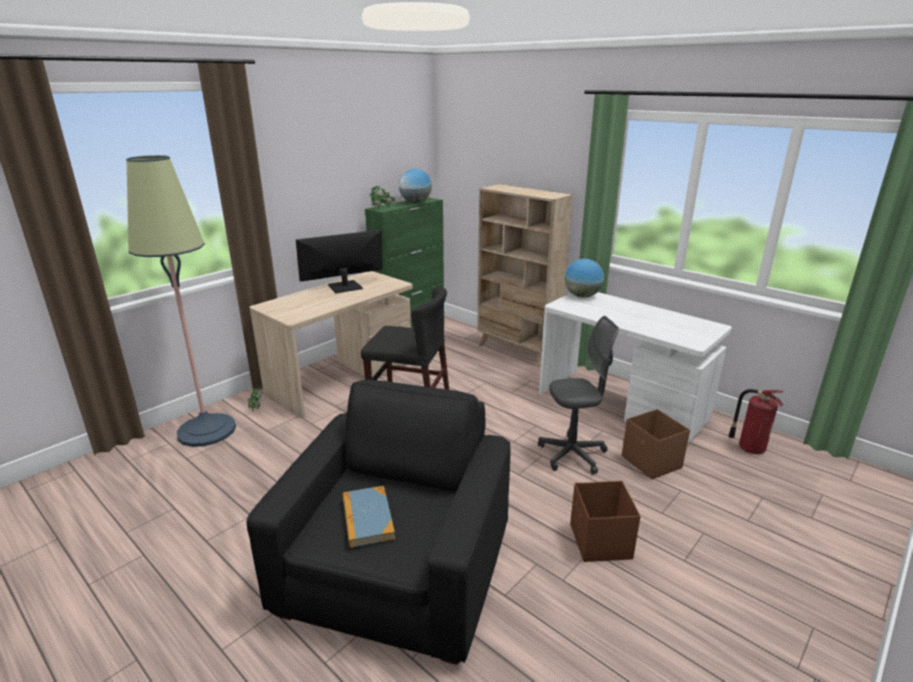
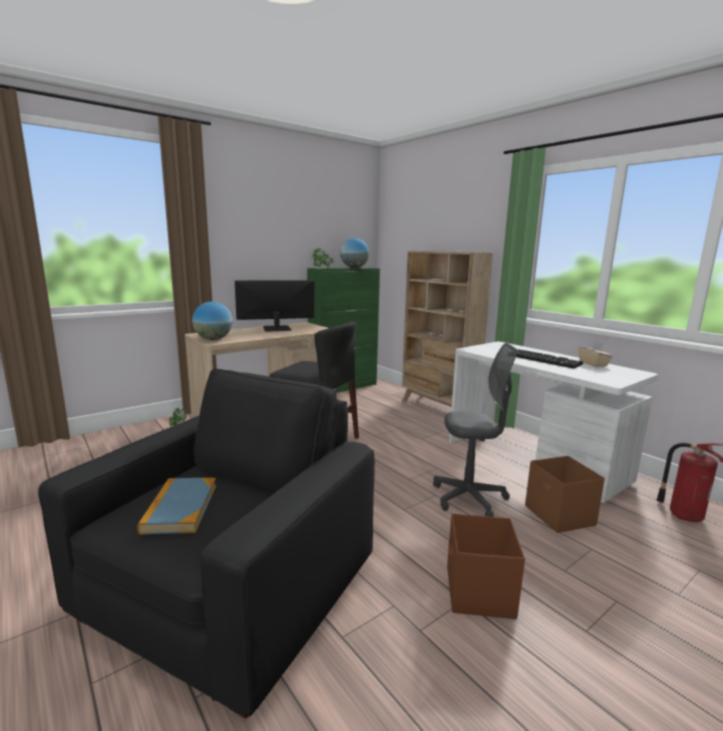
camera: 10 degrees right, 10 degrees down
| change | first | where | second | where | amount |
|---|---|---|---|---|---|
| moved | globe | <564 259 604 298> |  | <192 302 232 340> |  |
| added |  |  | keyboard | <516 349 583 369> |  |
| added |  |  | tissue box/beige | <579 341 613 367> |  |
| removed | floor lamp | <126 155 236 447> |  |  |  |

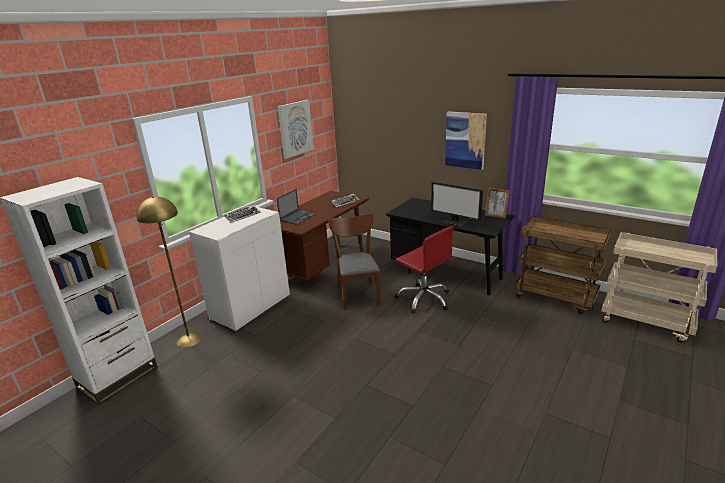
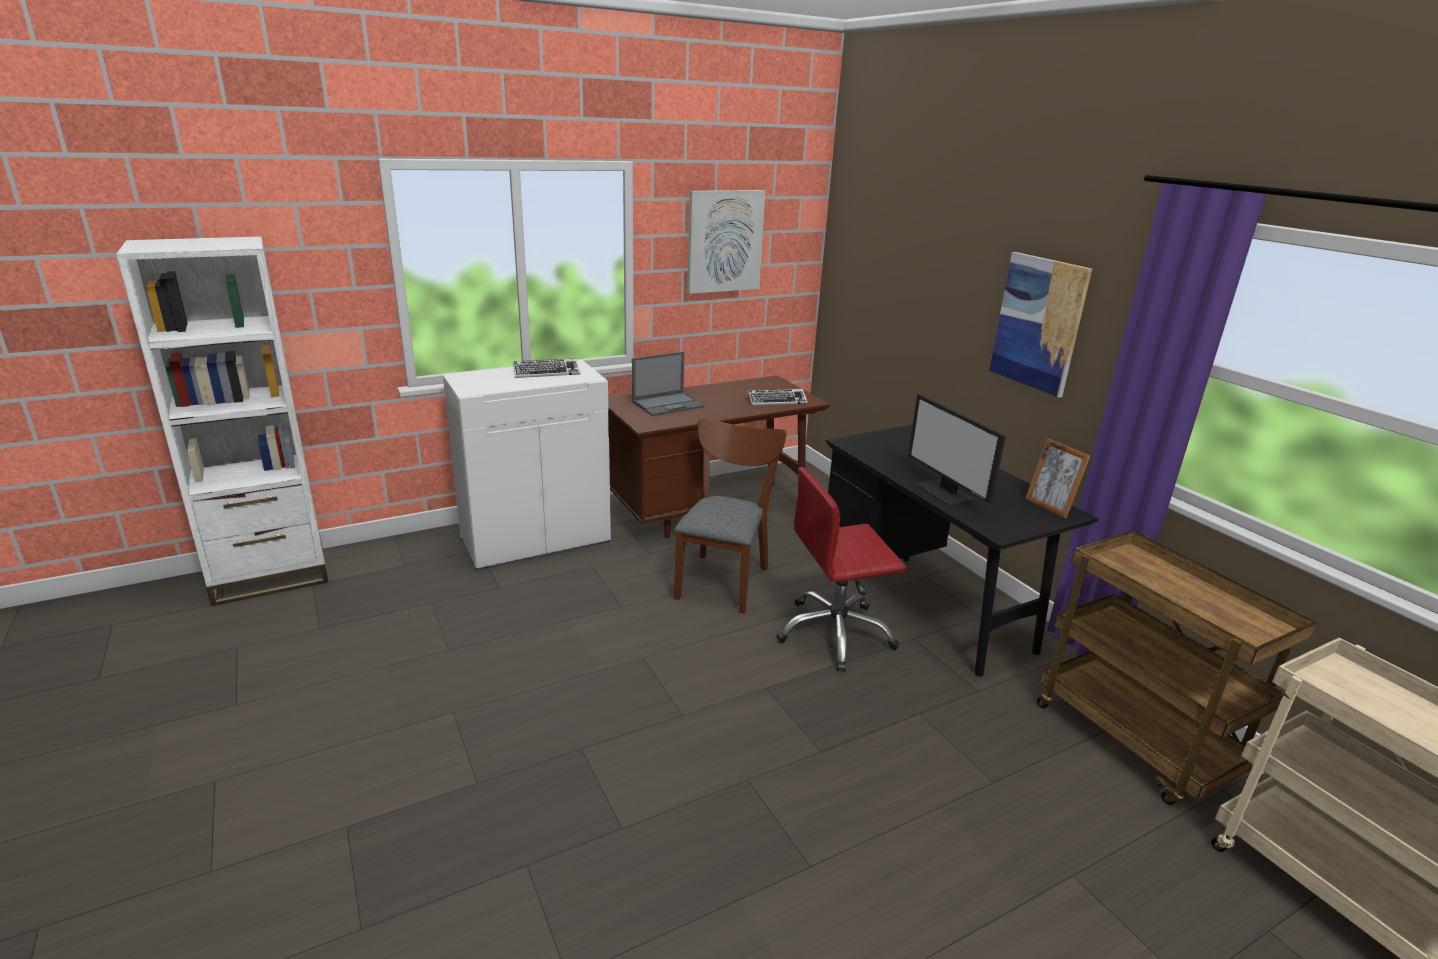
camera: 25 degrees right, 0 degrees up
| change | first | where | second | where | amount |
|---|---|---|---|---|---|
| turned | office chair/red | <395 226 454 314> |  | <776 467 906 672> | 90 degrees clockwise |
| removed | floor lamp/yellow | <136 197 202 348> |  |  |  |

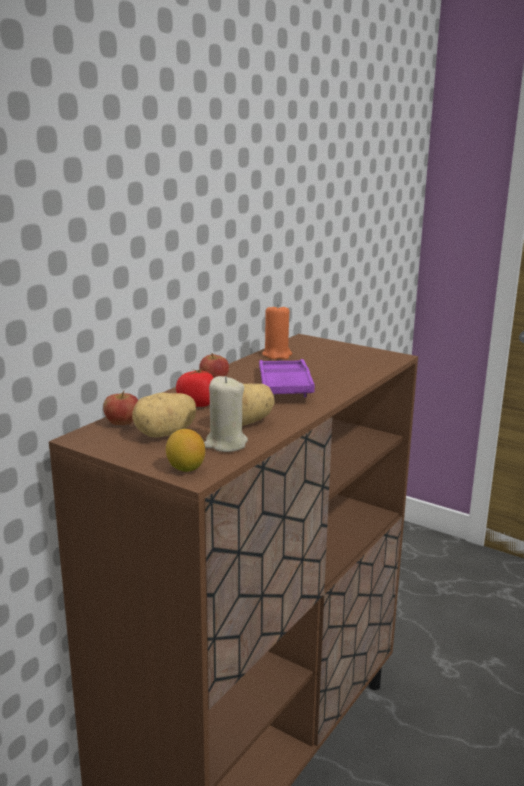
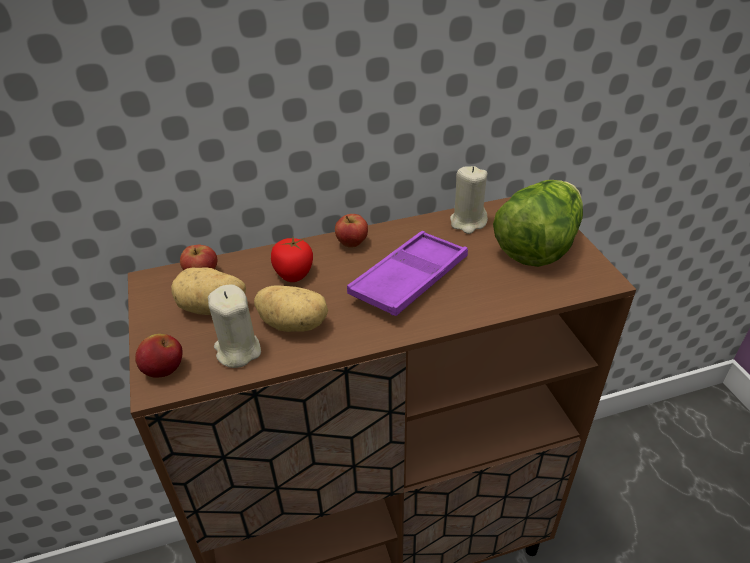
camera: 40 degrees right, 20 degrees up
| change | first | where | second | where | amount |
|---|---|---|---|---|---|
| replaced | lemon | <166 429 205 472> | apple | <135 334 183 378> |  |
| recoloured | candle/orange | <262 304 292 359> | candle/beige | <450 166 488 234> |  |
| added |  |  | lettuce | <493 180 583 267> |  |

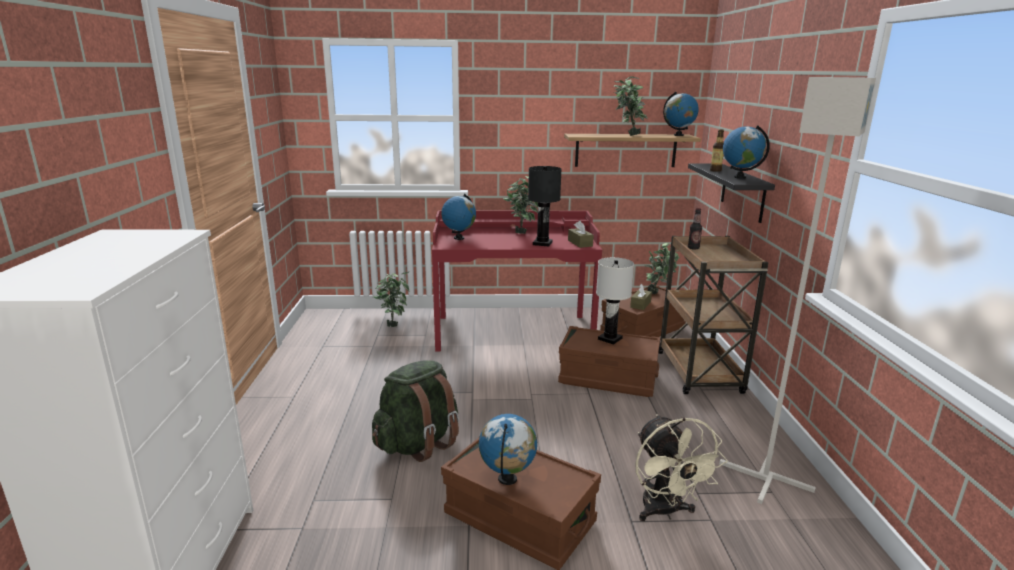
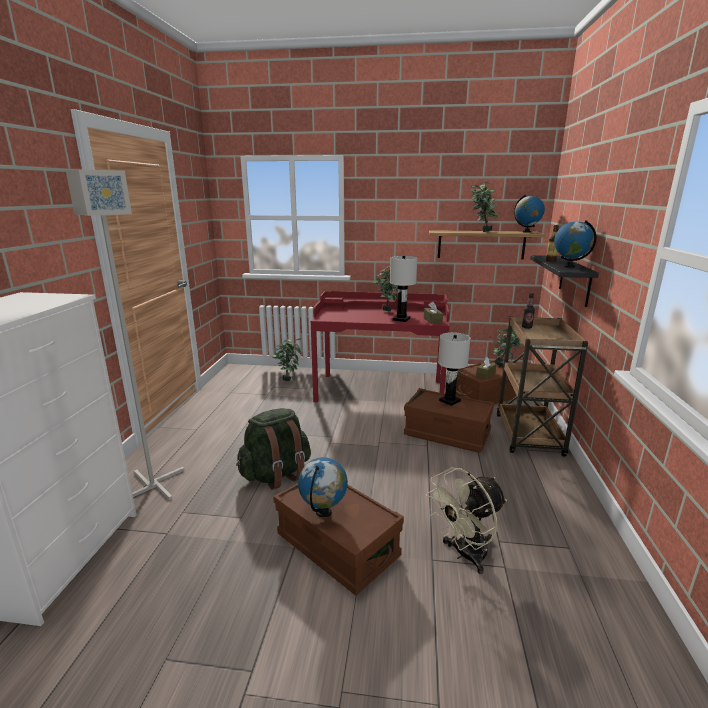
camera: 10 degrees right, 0 degrees up
| change | first | where | second | where | amount |
|---|---|---|---|---|---|
| moved | floor lamp/grey | <719 77 876 504> |  | <66 169 184 500> |  |
| recoloured | table lamp/black | <528 166 562 247> | table lamp/white | <390 256 417 322> |  |
| turned | fan/beige | <635 414 728 521> |  | <426 467 507 574> | 60 degrees clockwise |
| removed | globe | <441 194 476 240> |  |  |  |

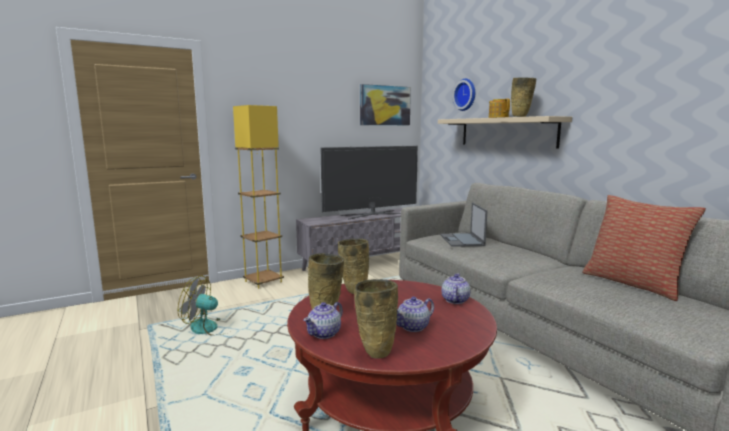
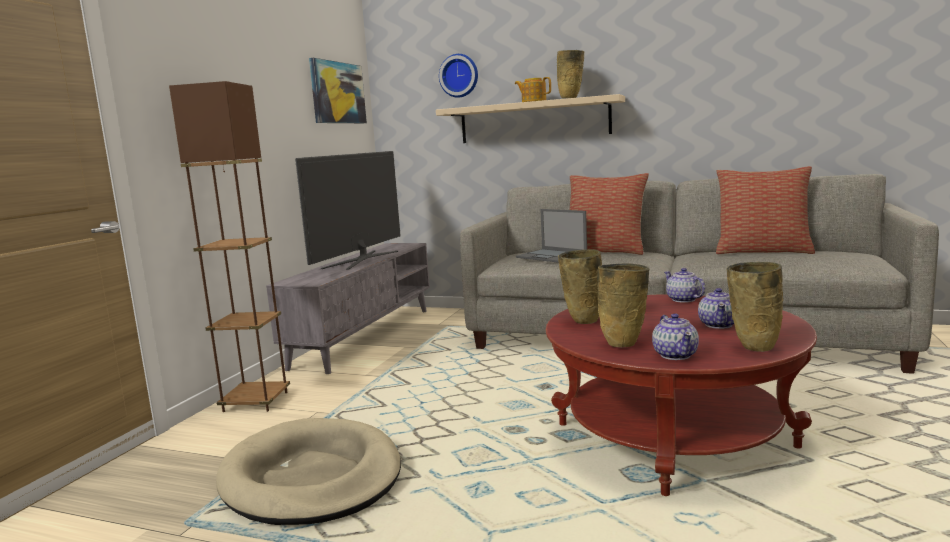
camera: 40 degrees left, 0 degrees up
| change | first | where | second | where | amount |
|---|---|---|---|---|---|
| recoloured | floor lamp/yellow | <233 105 284 289> | floor lamp/brown | <169 81 290 412> |  |
| replaced | fan | <178 275 226 335> | dog bed/beige | <216 418 401 525> |  |
| added |  |  | pillow | <570 173 649 255> |  |

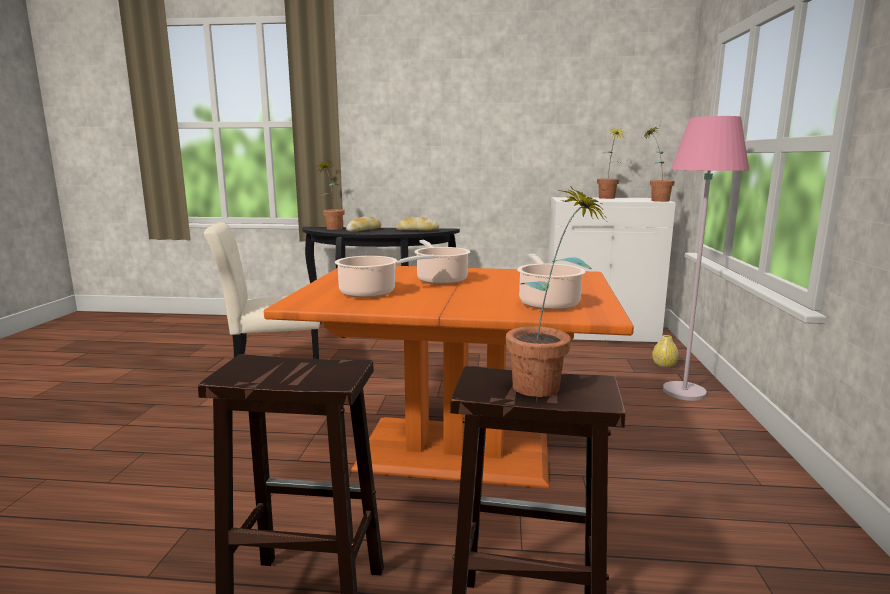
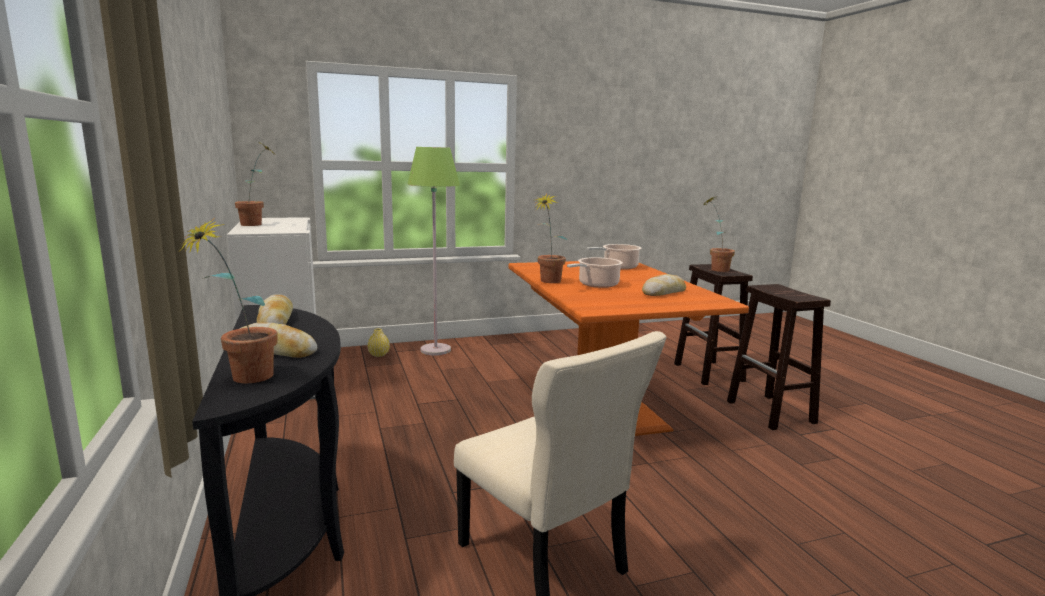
camera: 115 degrees left, 0 degrees up
| change | first | where | second | where | amount |
|---|---|---|---|---|---|
| recoloured | floor lamp/pink | <663 116 749 401> | floor lamp/green | <407 147 460 355> |  |
| moved | potted plant | <642 127 675 202> |  | <536 193 568 283> |  |
| replaced | cooking pot | <335 255 435 298> | bread | <642 274 686 296> |  |

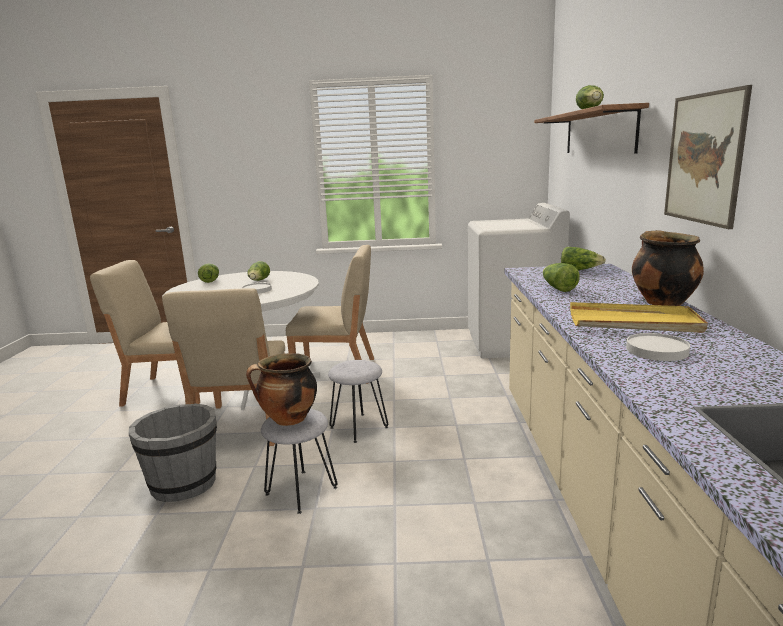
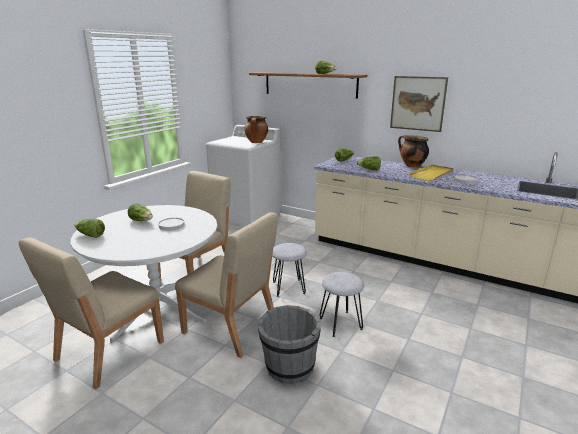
camera: 60 degrees left, 5 degrees up
| change | first | where | second | where | amount |
|---|---|---|---|---|---|
| moved | cooking pot | <246 353 317 426> |  | <244 116 268 143> |  |

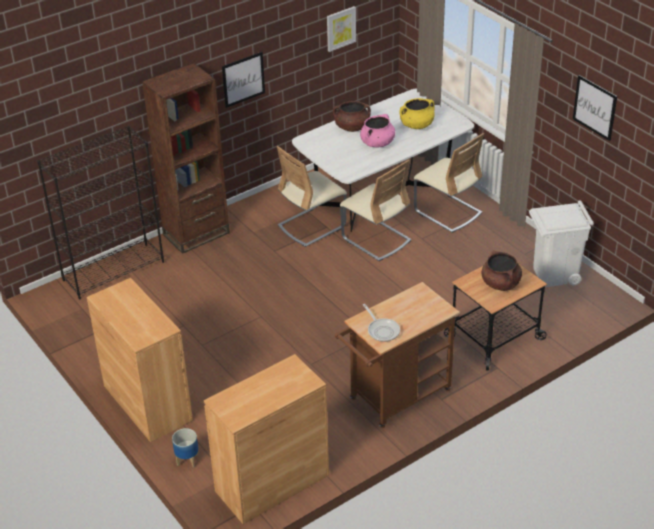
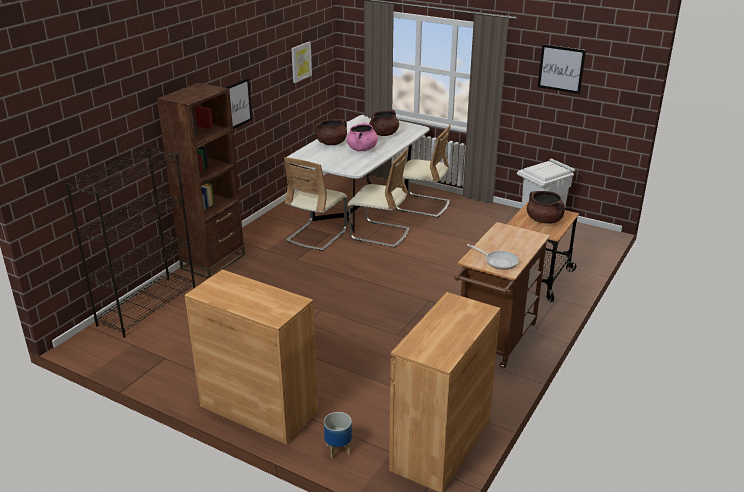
camera: 25 degrees left, 10 degrees down
| change | first | where | second | where | amount |
|---|---|---|---|---|---|
| recoloured | cooking pot/yellow | <399 98 435 129> | cooking pot/brown | <369 110 399 136> |  |

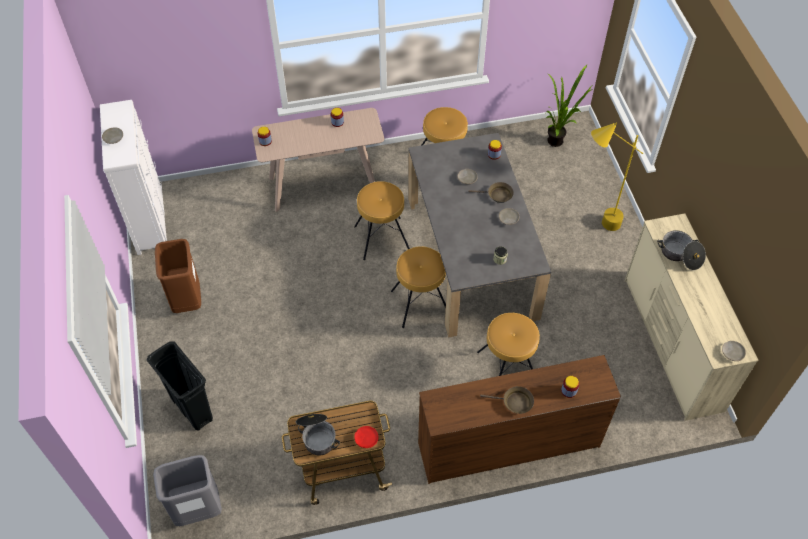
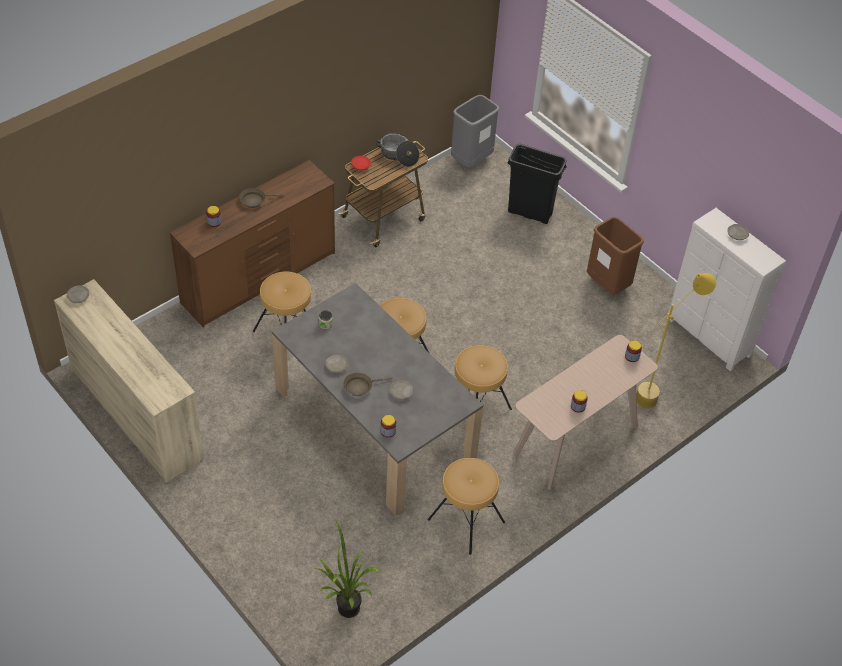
camera: 150 degrees right, 5 degrees down
| change | first | where | second | where | amount |
|---|---|---|---|---|---|
| moved | floor lamp/yellow | <591 122 643 231> |  | <636 273 716 408> |  |
| removed | cooking pot | <657 230 706 270> |  |  |  |

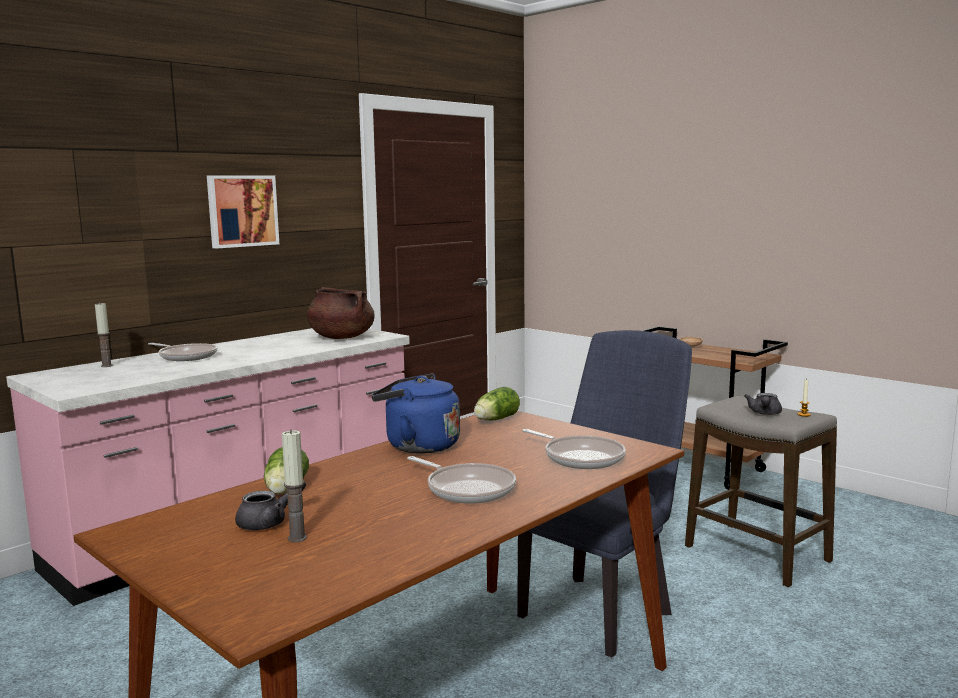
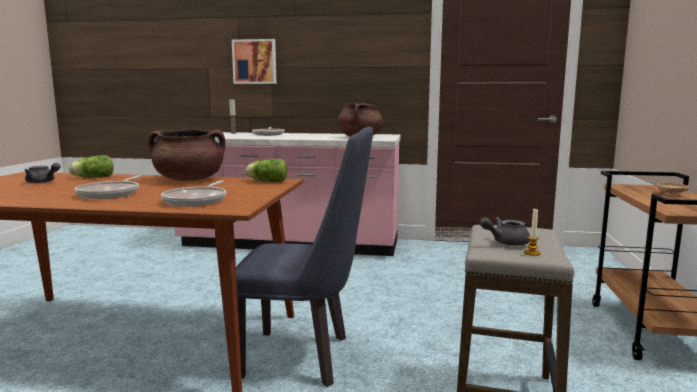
camera: 55 degrees right, 0 degrees up
| change | first | where | second | where | amount |
|---|---|---|---|---|---|
| replaced | kettle/blue | <371 373 460 454> | cooking pot/brown | <148 129 226 181> |  |
| moved | picture | <207 175 279 249> |  | <232 39 276 84> |  |
| removed | candle | <282 429 307 542> |  |  |  |

